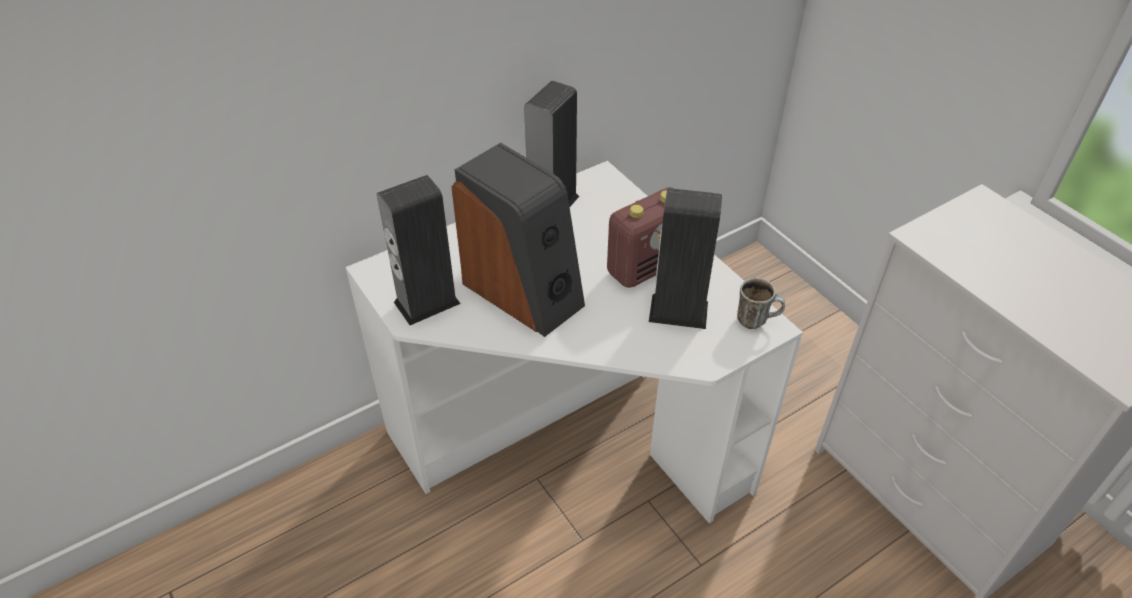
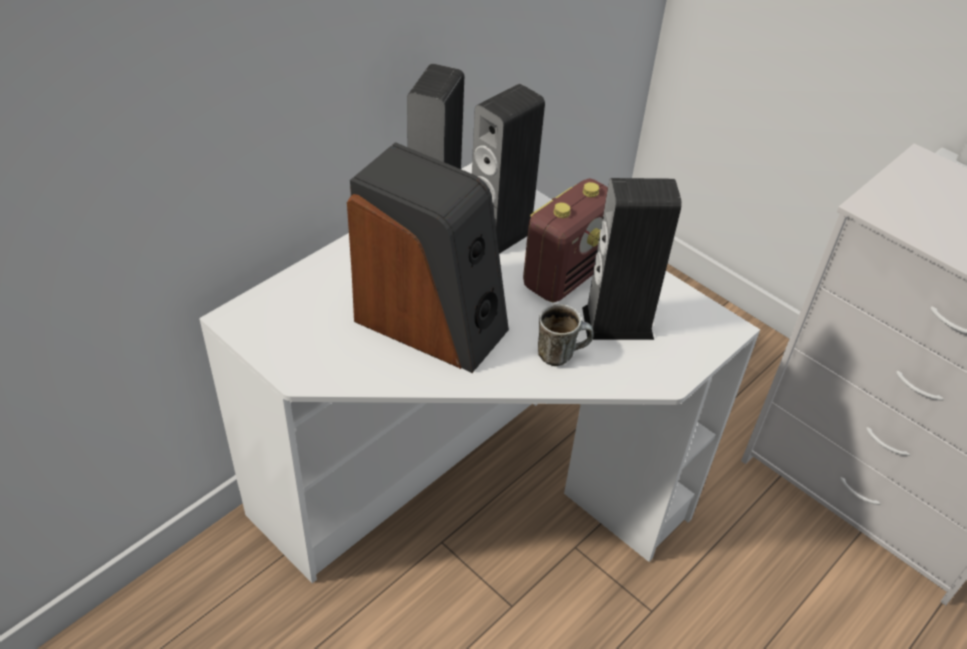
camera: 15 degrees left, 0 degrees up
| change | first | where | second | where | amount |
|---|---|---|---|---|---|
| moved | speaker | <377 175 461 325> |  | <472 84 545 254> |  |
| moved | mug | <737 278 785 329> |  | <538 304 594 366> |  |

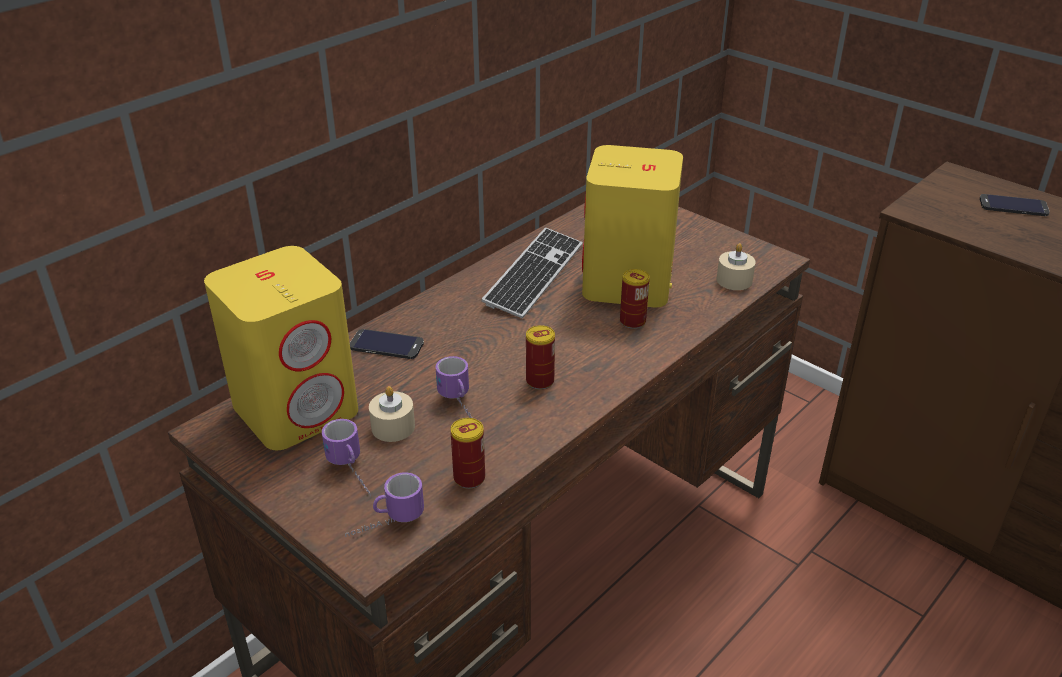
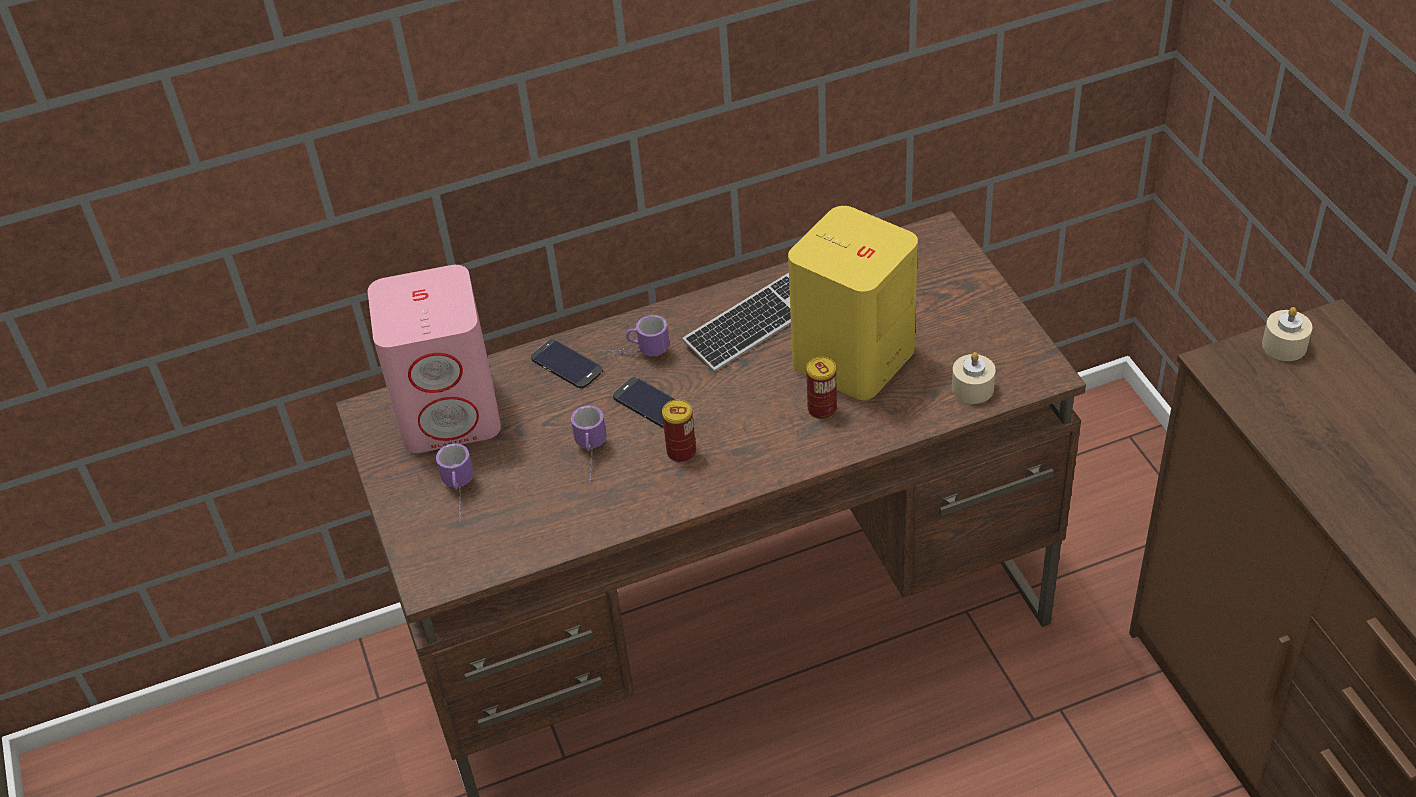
camera: 30 degrees right, 10 degrees up
| change | first | where | second | where | amount |
|---|---|---|---|---|---|
| recoloured | speaker/yellow | <204 246 358 450> | speaker/pink | <368 265 501 453> |  |
| moved | mug | <345 472 424 537> |  | <602 315 669 356> |  |
| moved | phone | <980 194 1050 216> |  | <613 377 676 428> |  |
| moved | candle/beige | <369 386 415 442> |  | <1262 307 1312 361> |  |
| removed | can | <451 418 485 489> |  |  |  |

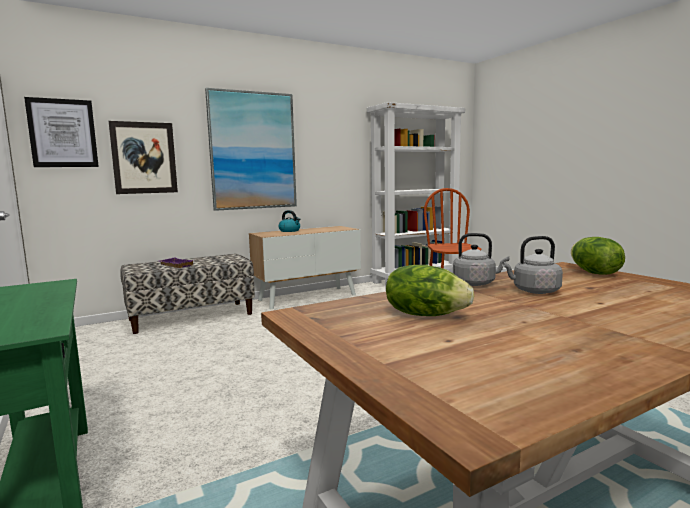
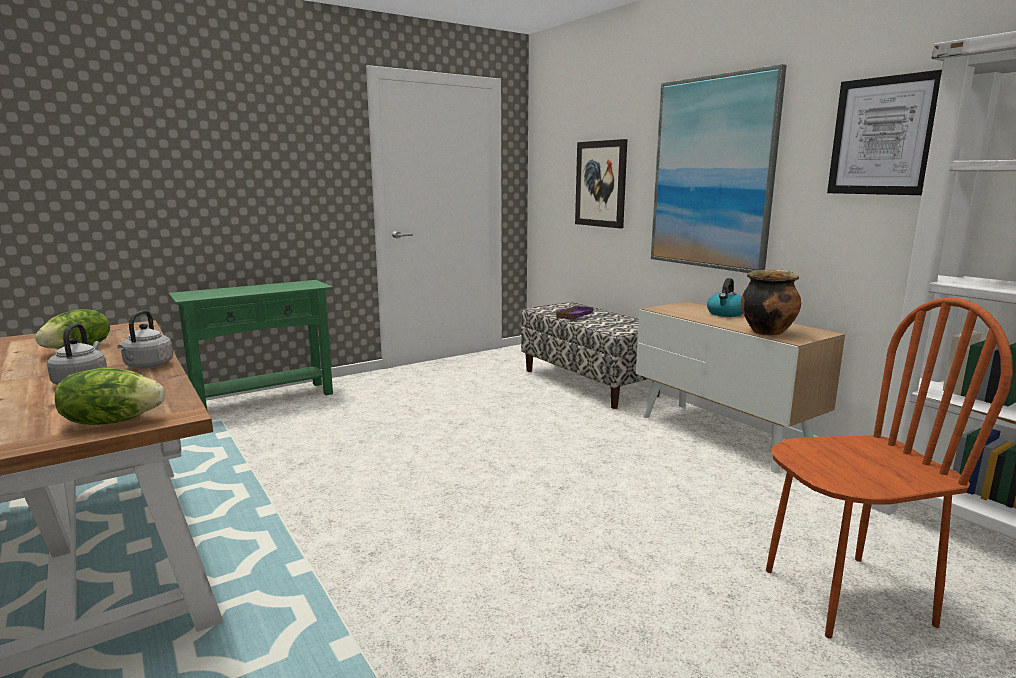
camera: 85 degrees right, 5 degrees up
| change | first | where | second | where | amount |
|---|---|---|---|---|---|
| added |  |  | cooking pot | <741 269 801 336> |  |
| moved | picture | <24 97 99 167> |  | <827 70 942 195> |  |

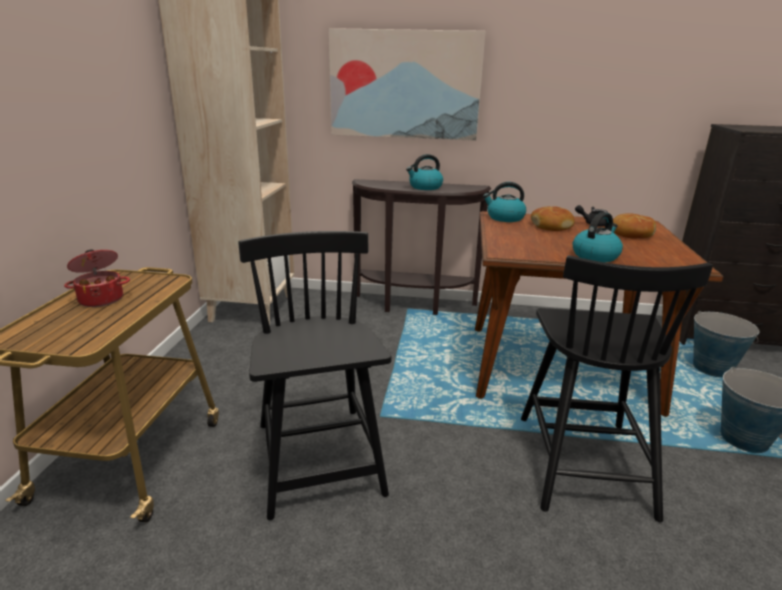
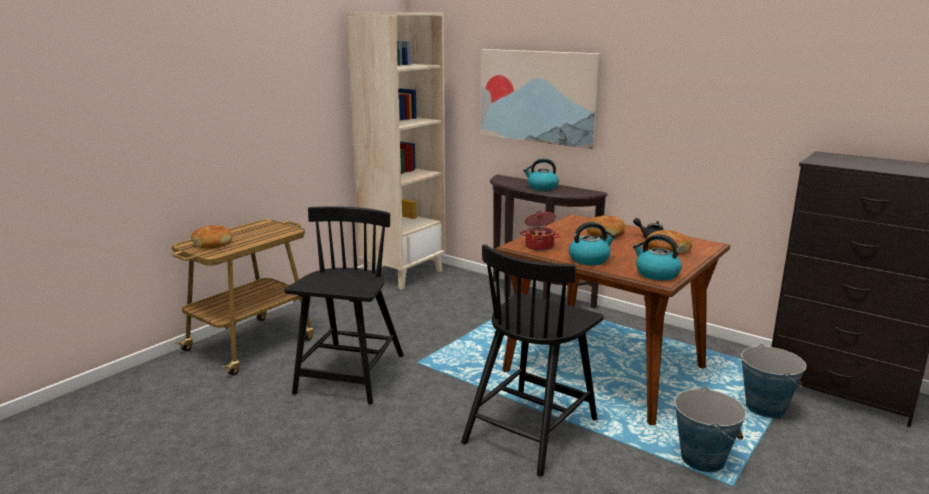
camera: 30 degrees right, 5 degrees down
| change | first | where | second | where | amount |
|---|---|---|---|---|---|
| added |  |  | bread | <191 225 232 248> |  |
| moved | cooking pot | <64 250 130 307> |  | <520 211 561 251> |  |
| moved | kettle | <483 182 526 222> |  | <633 234 682 280> |  |

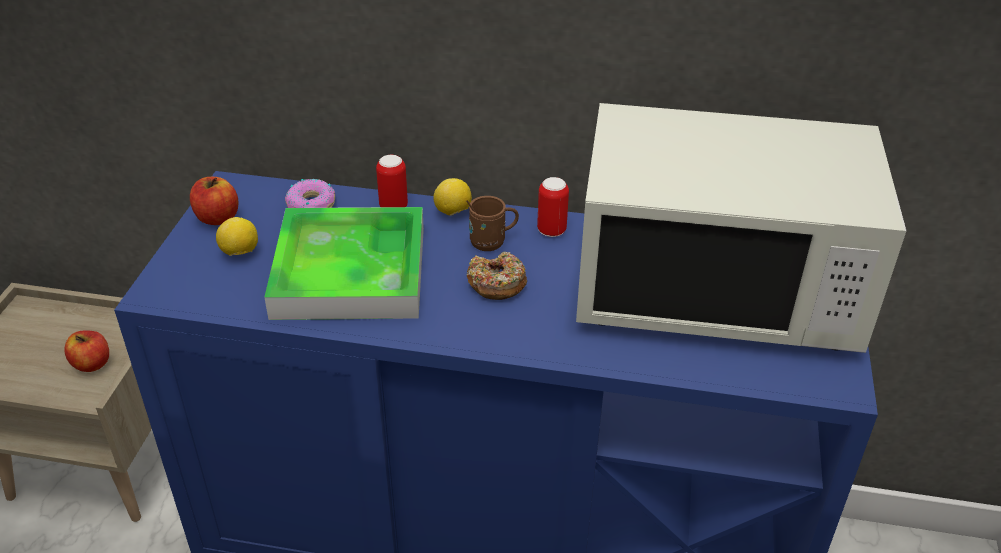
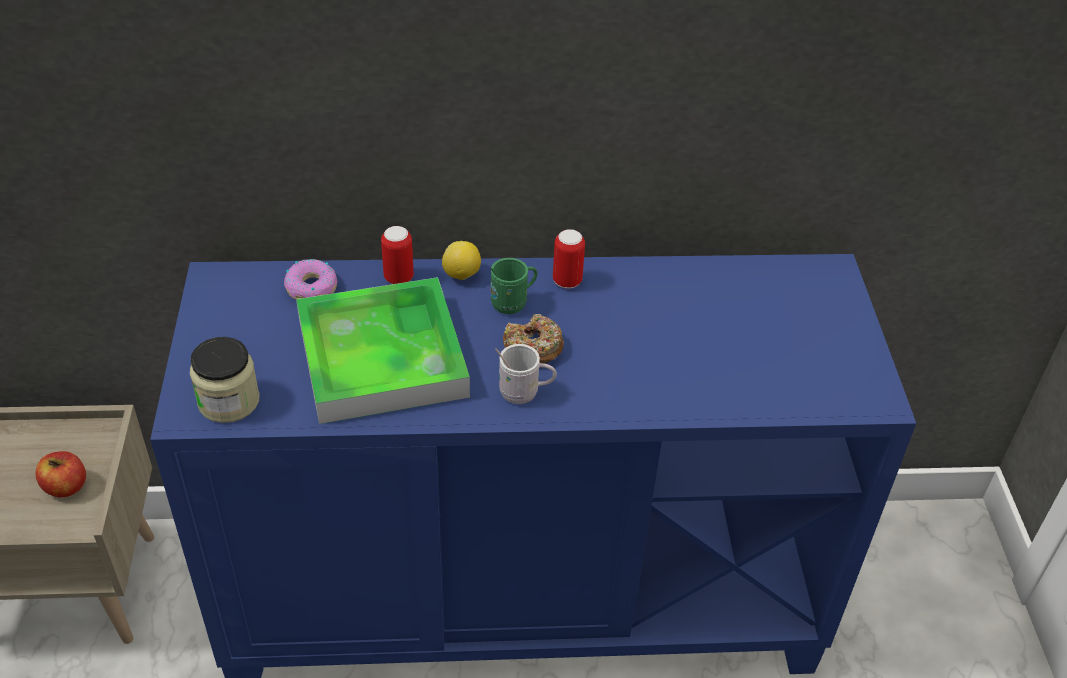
camera: 15 degrees left, 5 degrees up
| change | first | where | second | where | amount |
|---|---|---|---|---|---|
| added |  |  | jar | <190 337 259 423> |  |
| recoloured | mug/brown | <466 196 519 251> | mug/green | <491 258 537 314> |  |
| added |  |  | mug/white | <495 344 557 404> |  |
| removed | apple | <190 177 239 225> |  |  |  |
| removed | lemon | <216 217 258 256> |  |  |  |
| removed | microwave/white | <576 103 906 353> |  |  |  |

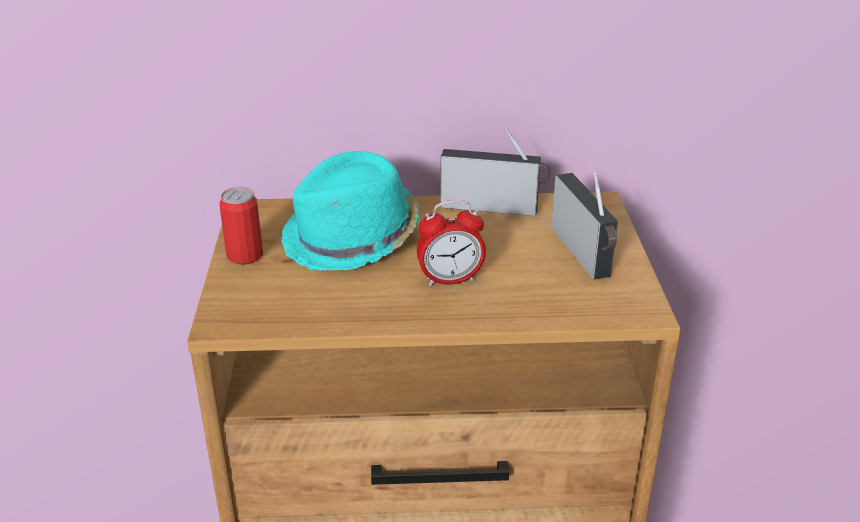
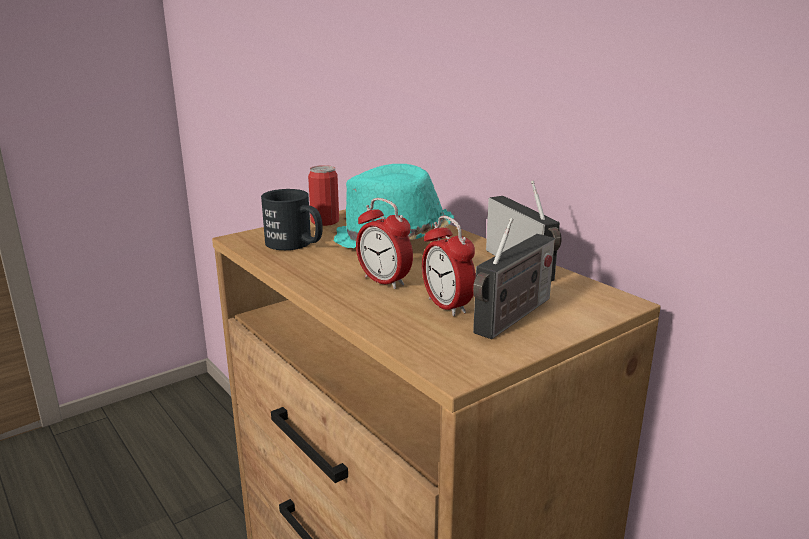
camera: 55 degrees right, 10 degrees down
| change | first | where | second | where | amount |
|---|---|---|---|---|---|
| added |  |  | mug/black | <261 189 323 250> |  |
| added |  |  | alarm clock | <422 216 476 316> |  |

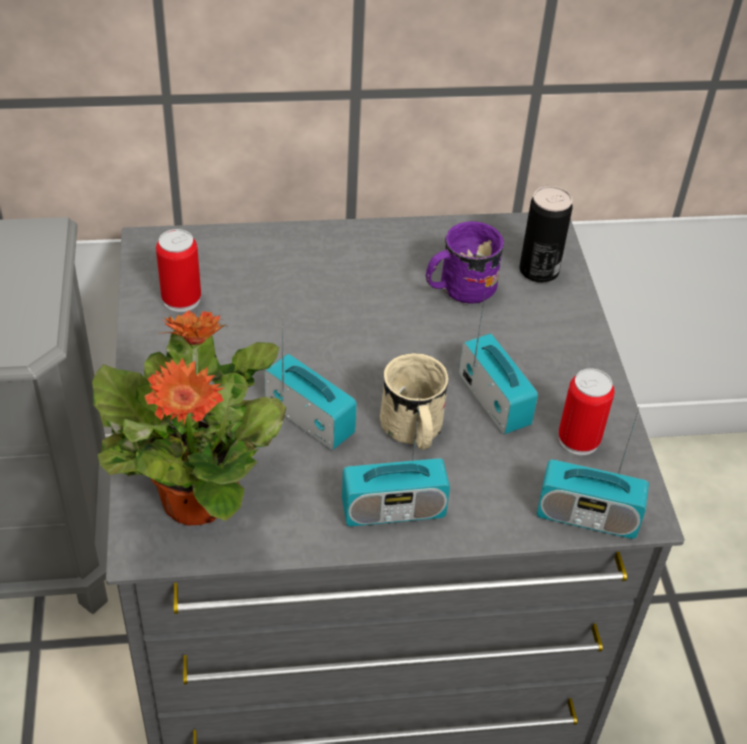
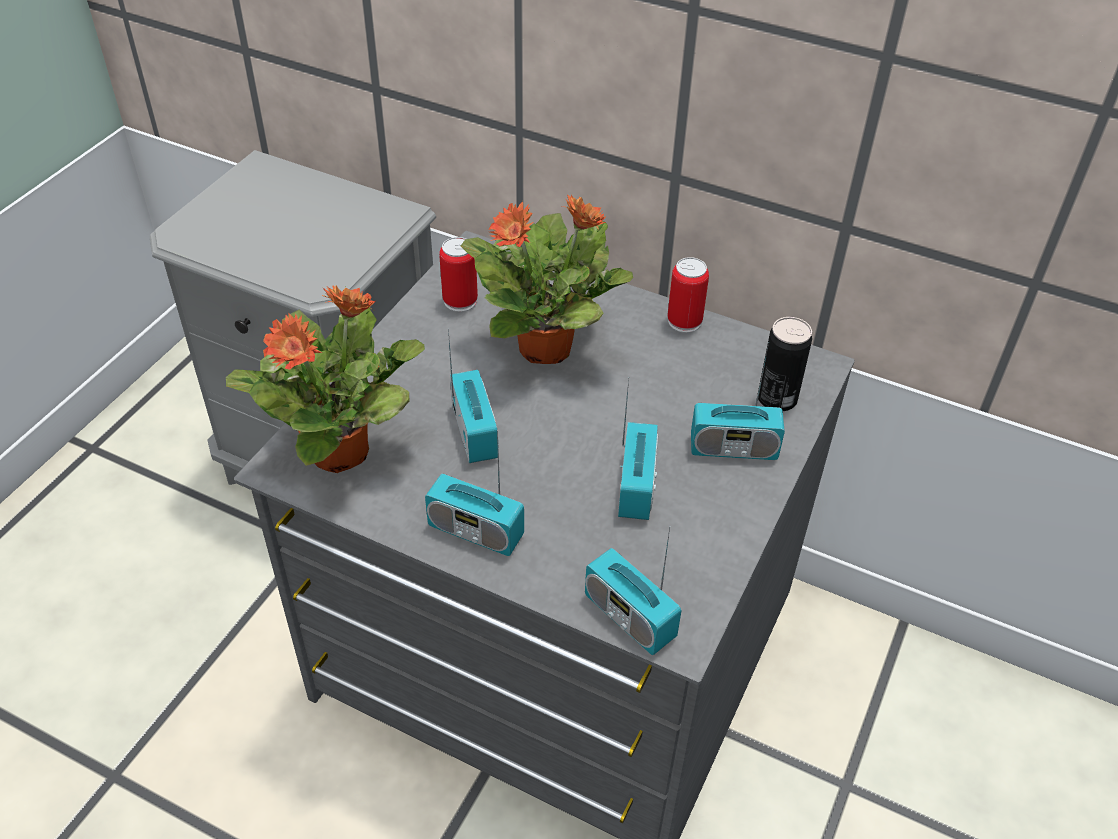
camera: 35 degrees right, 0 degrees up
| change | first | where | second | where | amount |
|---|---|---|---|---|---|
| added |  |  | potted plant | <461 195 633 364> |  |
| moved | can | <558 368 615 455> |  | <667 257 709 333> |  |
| added |  |  | radio | <691 342 785 460> |  |
| removed | mug/beige | <380 353 449 450> |  |  |  |
| removed | mug/purple | <426 221 504 305> |  |  |  |

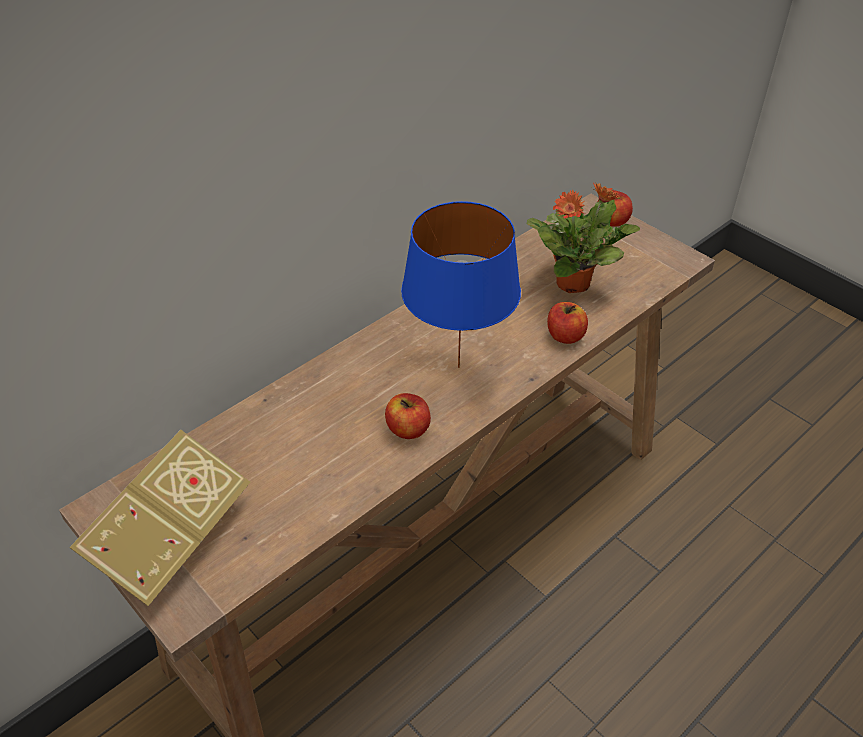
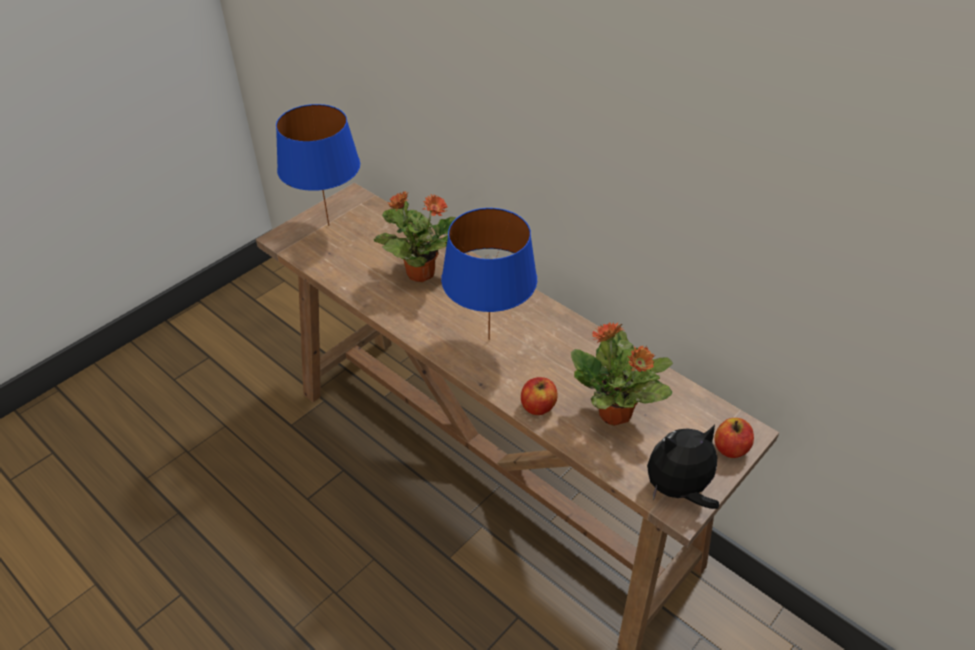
camera: 85 degrees right, 0 degrees up
| change | first | where | second | where | amount |
|---|---|---|---|---|---|
| replaced | book | <70 430 250 606> | table lamp/blue | <276 104 360 226> |  |
| added |  |  | potted plant | <374 191 457 282> |  |
| added |  |  | plush toy | <647 424 719 509> |  |
| removed | apple | <385 393 431 439> |  |  |  |

